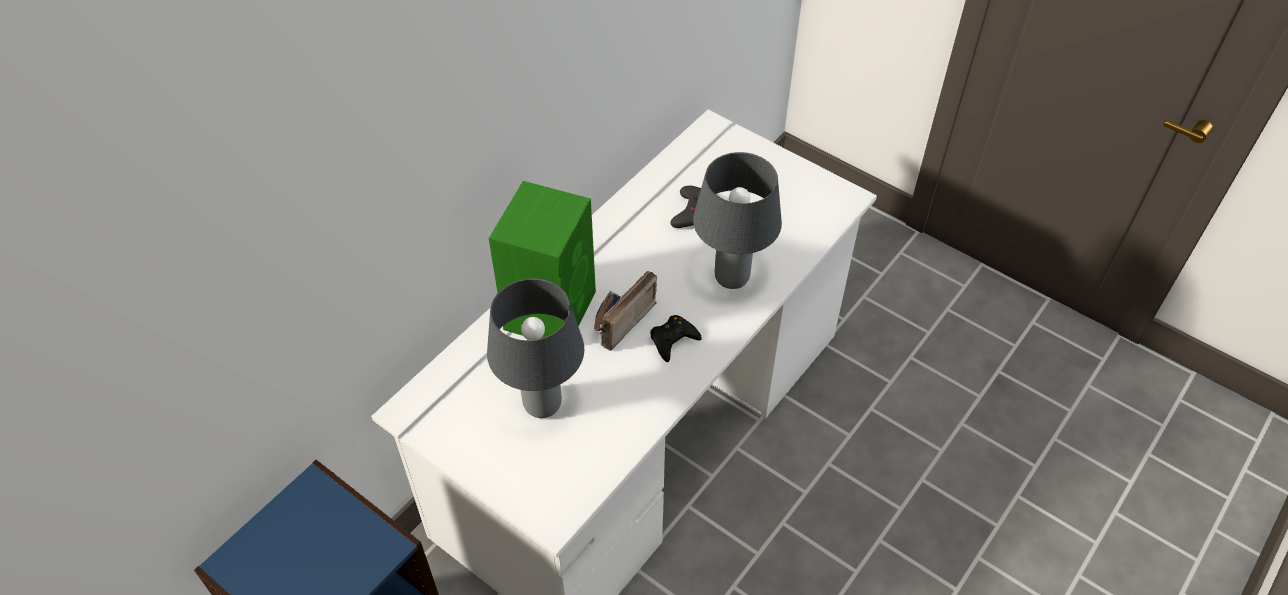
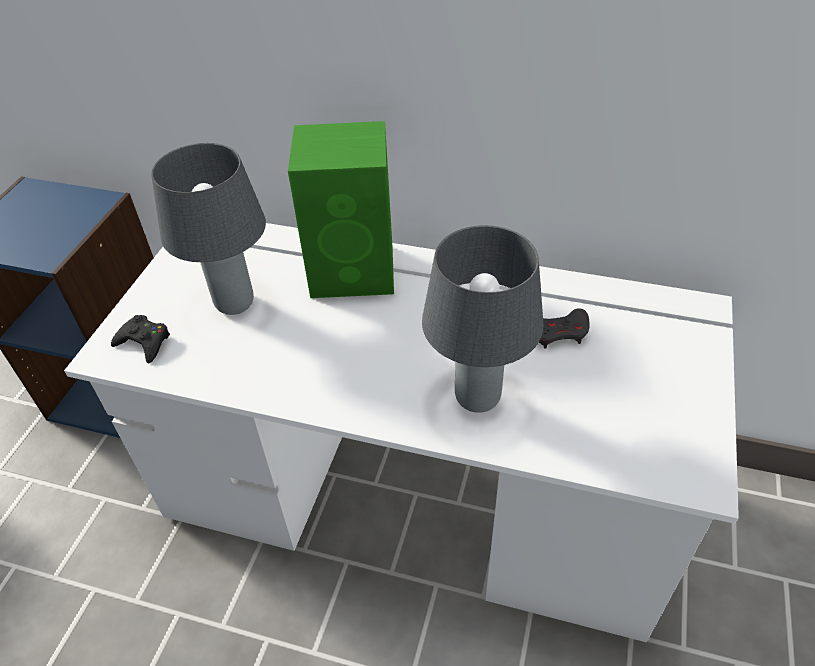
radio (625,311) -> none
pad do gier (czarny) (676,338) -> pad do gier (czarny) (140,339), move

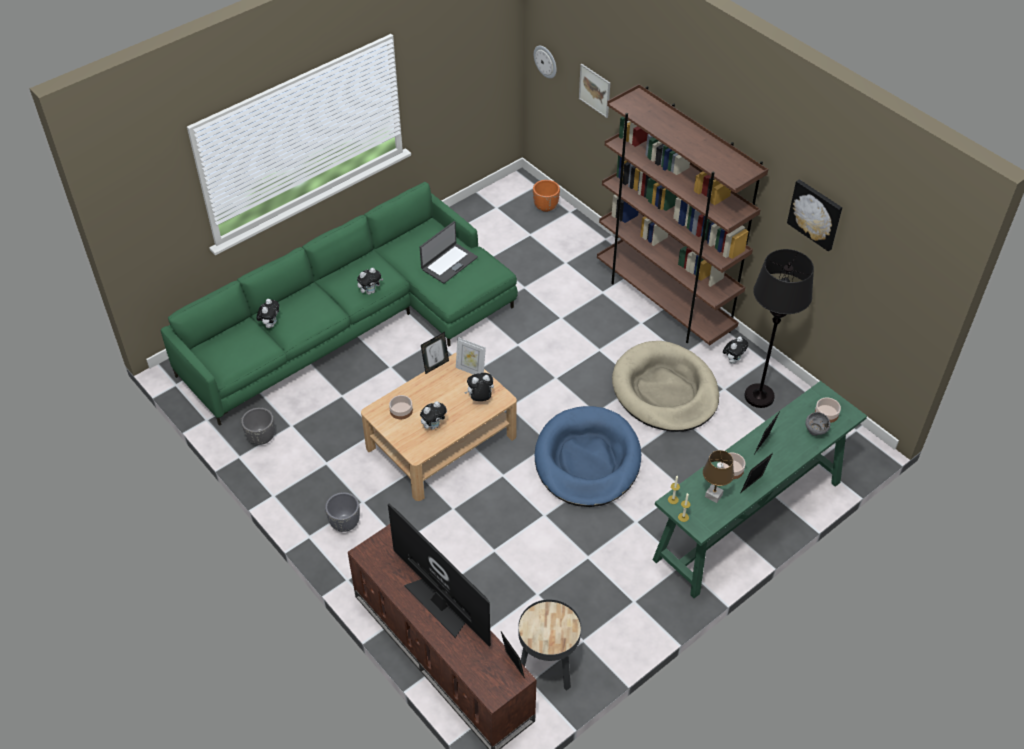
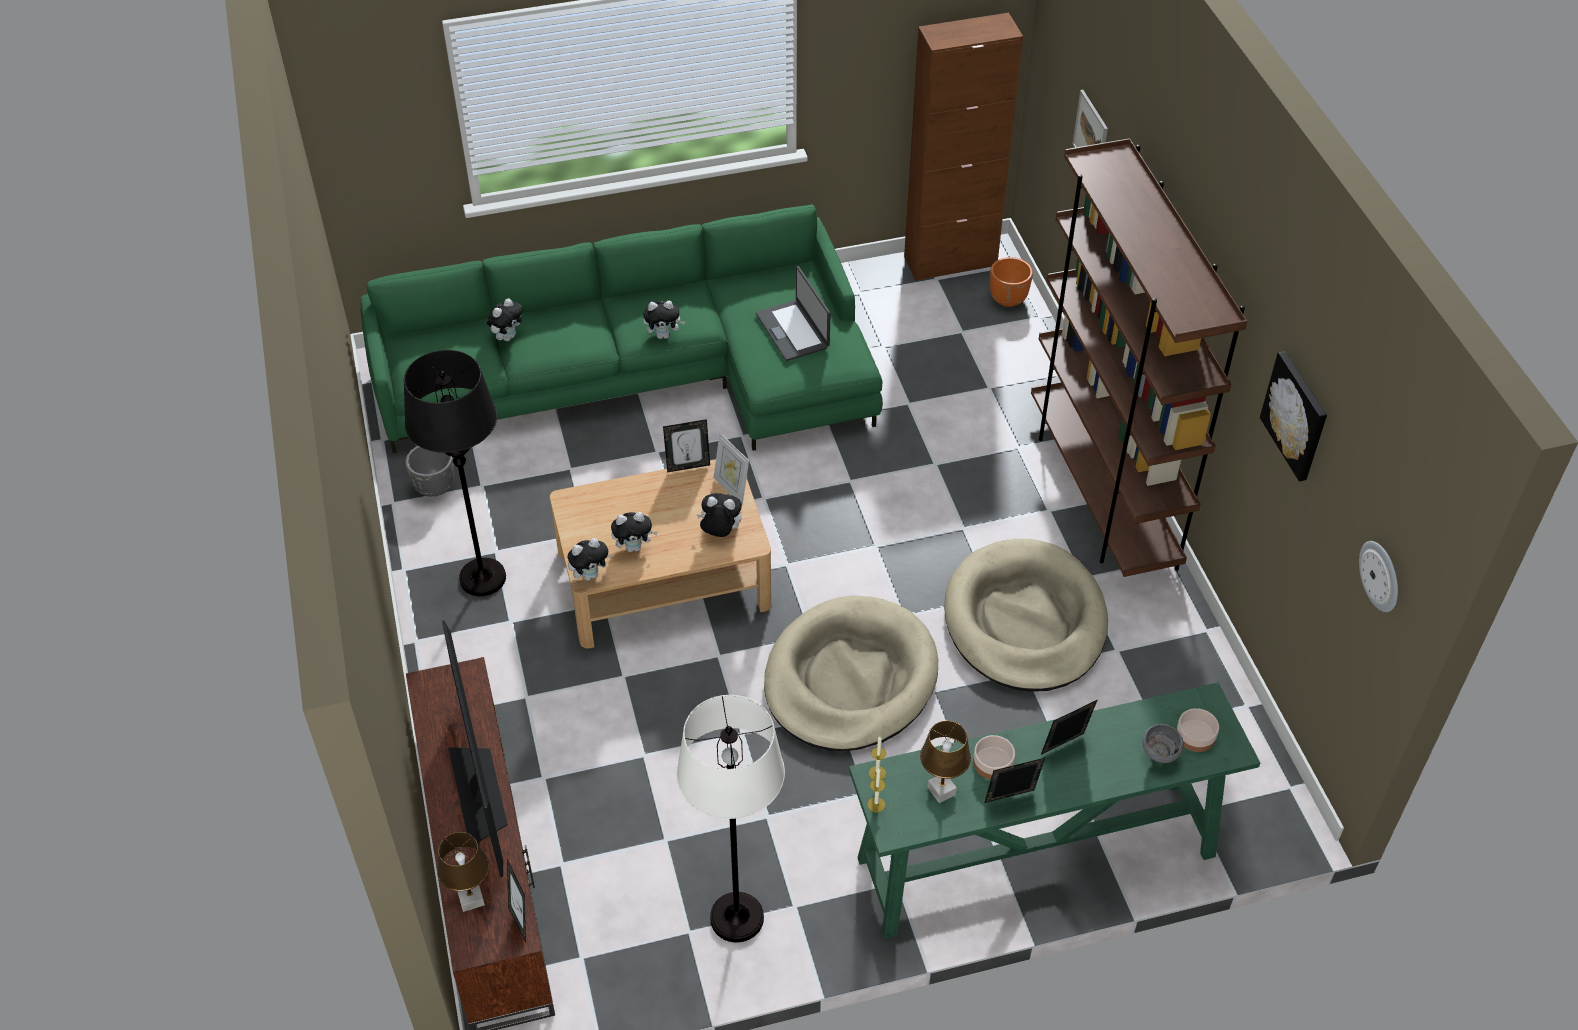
donica (szary) (342,512) -> none
miska (401,407) -> none
laptop (449,252) -> laptop (793,313), 90 degrees clockwise
stolik (czarny) (549,645) -> none
zegar ścienny (545,62) -> zegar ścienny (1378,576), move
legowisko (niebieski) (588,456) -> legowisko (beżowy) (851,673)
pluszak (735,350) -> pluszak (590,559), move
lampa stojąca (czarny) (779,328) -> lampa stojąca (czarny) (455,473), move
none -> lampa stołowa (brązowy) (463,872)
none -> lampa stojąca (biały) (730,818)
none -> szafka (brązowy) (963,147)

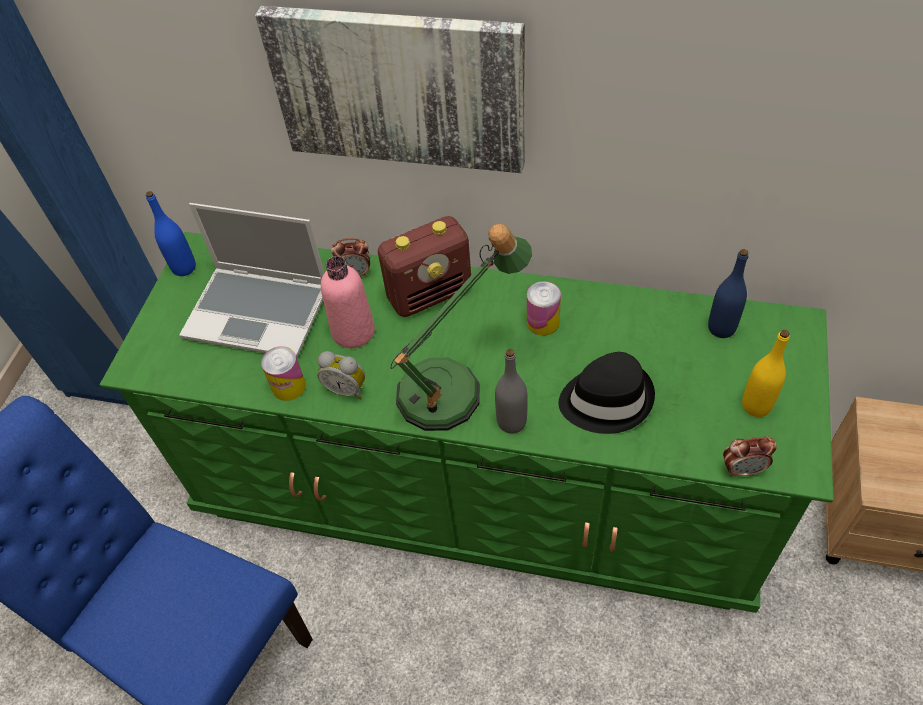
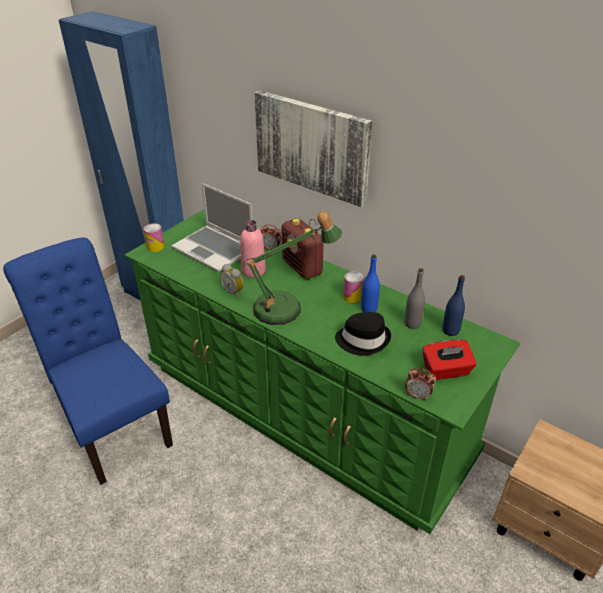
butelka (niebieski) (171,233) -> butelka (niebieski) (370,283), move
puszka (283,373) -> puszka (154,237), move
radio (424,266) -> radio (303,248), 60 degrees clockwise
butelka (szary) (511,391) -> butelka (szary) (415,298), move
butelka (żółty) (766,373) -> pudełko chusteczek (czerwony) (449,360)

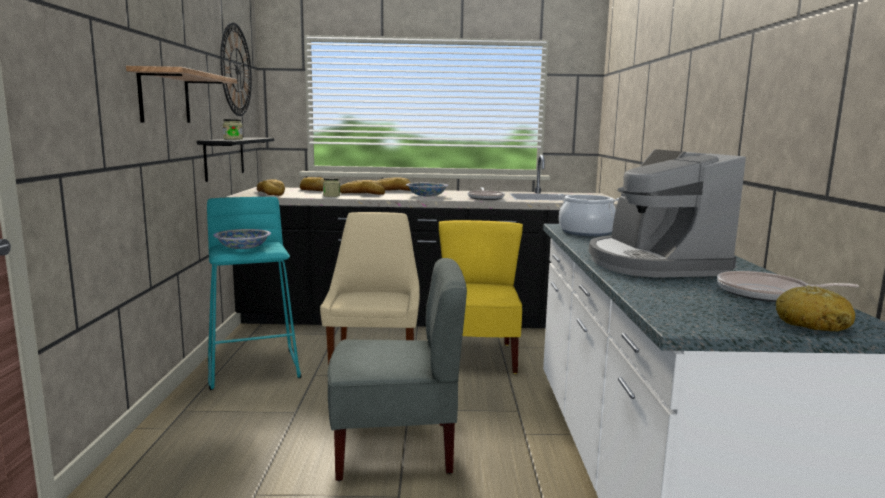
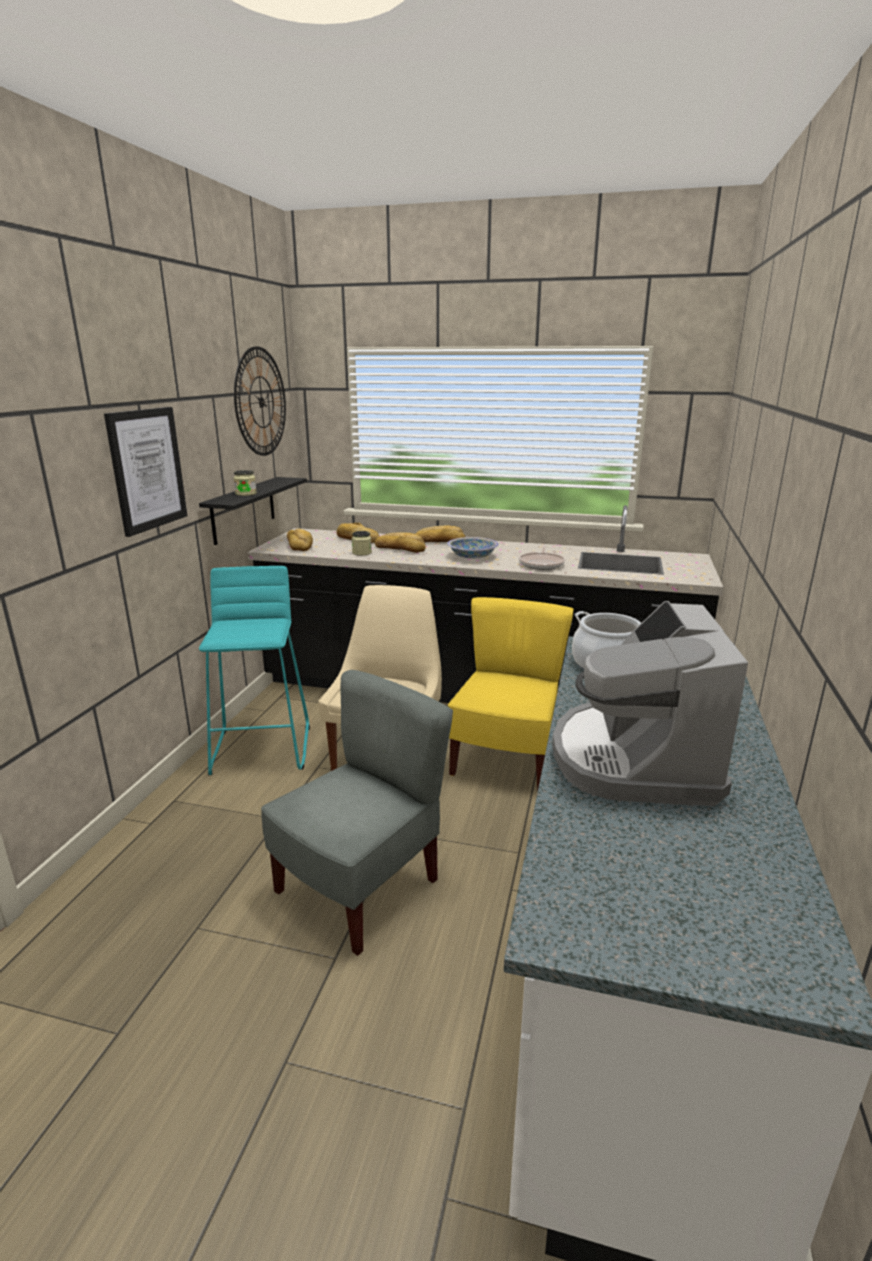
półka (181,94) -> obraz (145,472)
miska (242,239) -> none
krzesło (szary) (397,369) -> krzesło (szary) (357,813), 60 degrees counterclockwise
patelnia (788,286) -> none
chleb (815,308) -> none

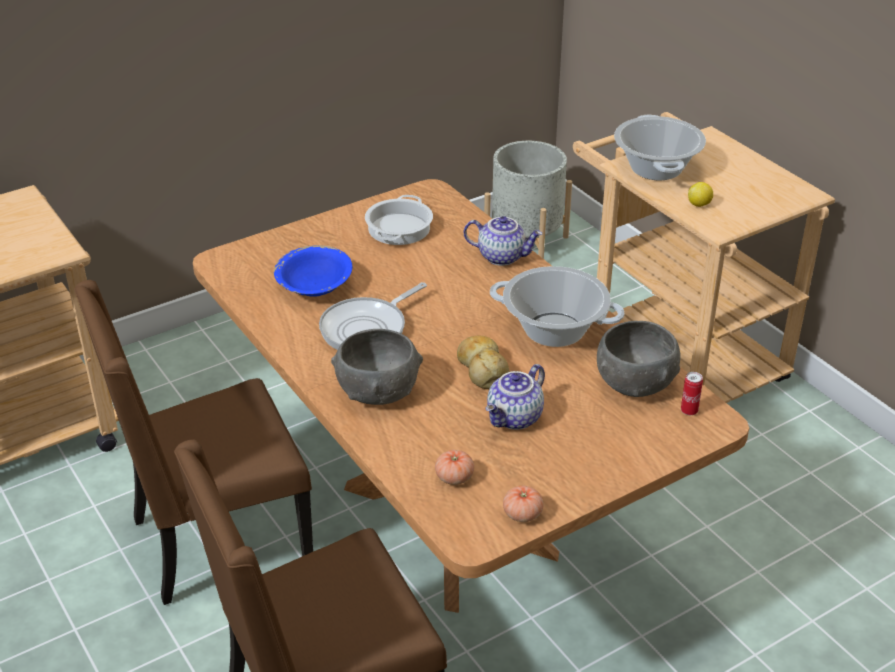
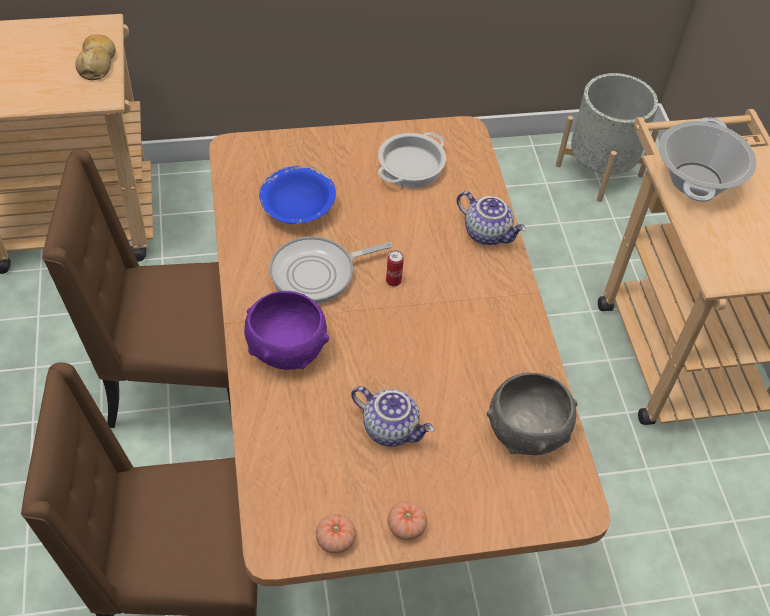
miska (szary) (377,367) -> miska (fioletowy) (286,330)
pomidor (454,467) -> pomidor (407,520), move
chleb (483,362) -> chleb (95,57), move
imbryk (515,397) -> imbryk (392,416), 120 degrees counterclockwise
garnek (557,306) -> none
puszka (692,393) -> puszka (395,268), move
cytryna (700,194) -> none

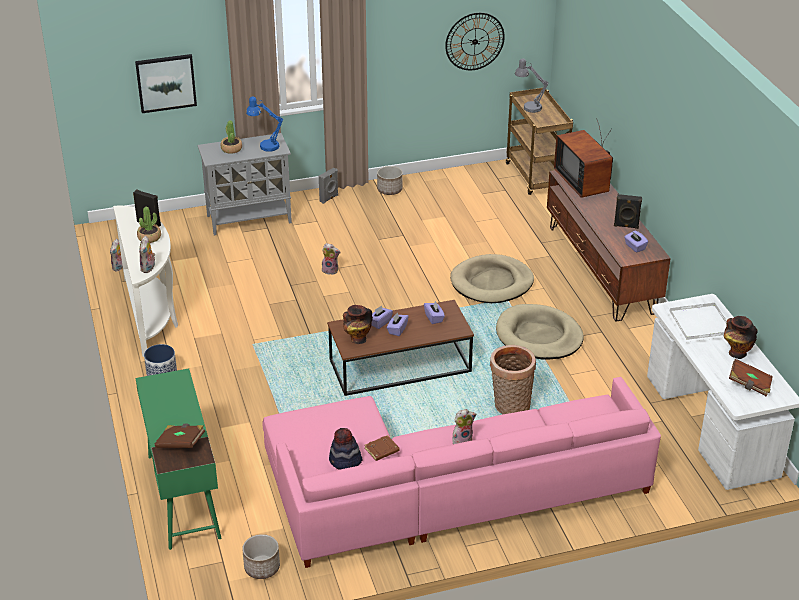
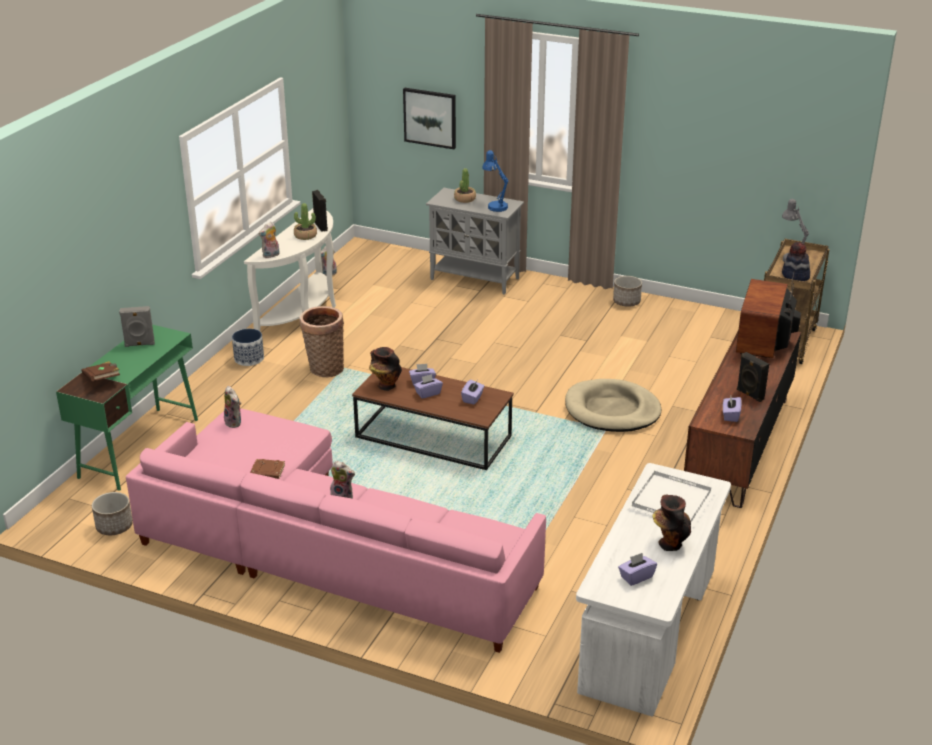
głośnik (szary) (328,186) -> głośnik (szary) (137,326), move
pluszak (331,259) -> pluszak (232,407), move
kapelusz (345,449) -> kapelusz (796,261), move
zegar ścienny (475,41) -> none
koszyk (513,379) -> koszyk (321,341), move
legowisko (beżowy) (540,332) -> none
książka (brązowy) (751,378) -> pudełko chusteczek (fioletowy) (637,569)

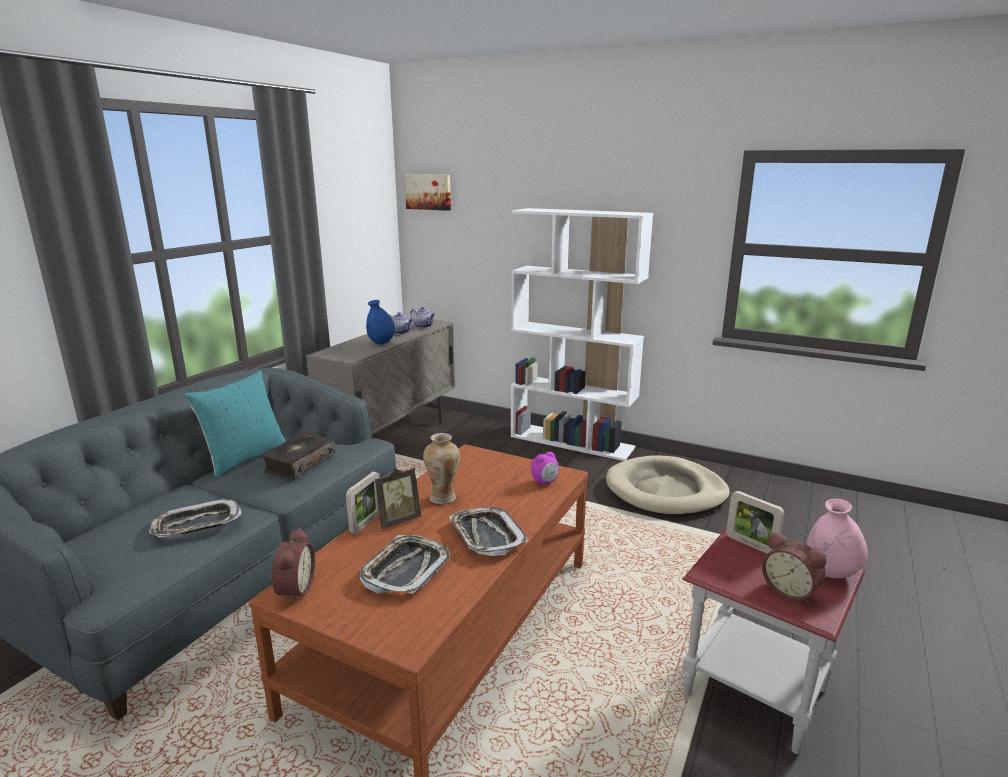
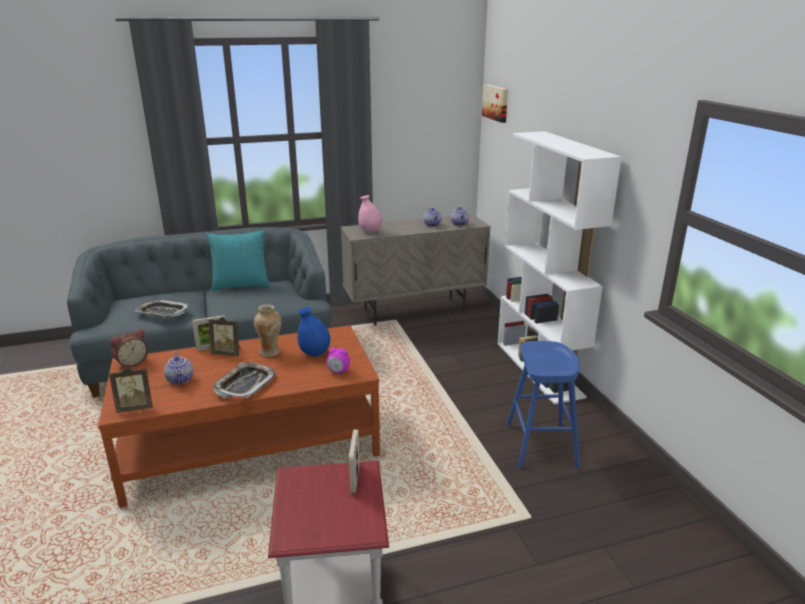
książka (298,455) -> none
taca (405,564) -> imbryk (178,369)
wazon (niebieski) (380,322) -> wazon (niebieski) (314,331), move
legowisko (beżowy) (668,486) -> stołek (niebieski) (543,404)
budzik (794,568) -> none
wazon (różowy) (837,539) -> wazon (różowy) (370,214), move
none -> ramka na zdjęcie (131,390)

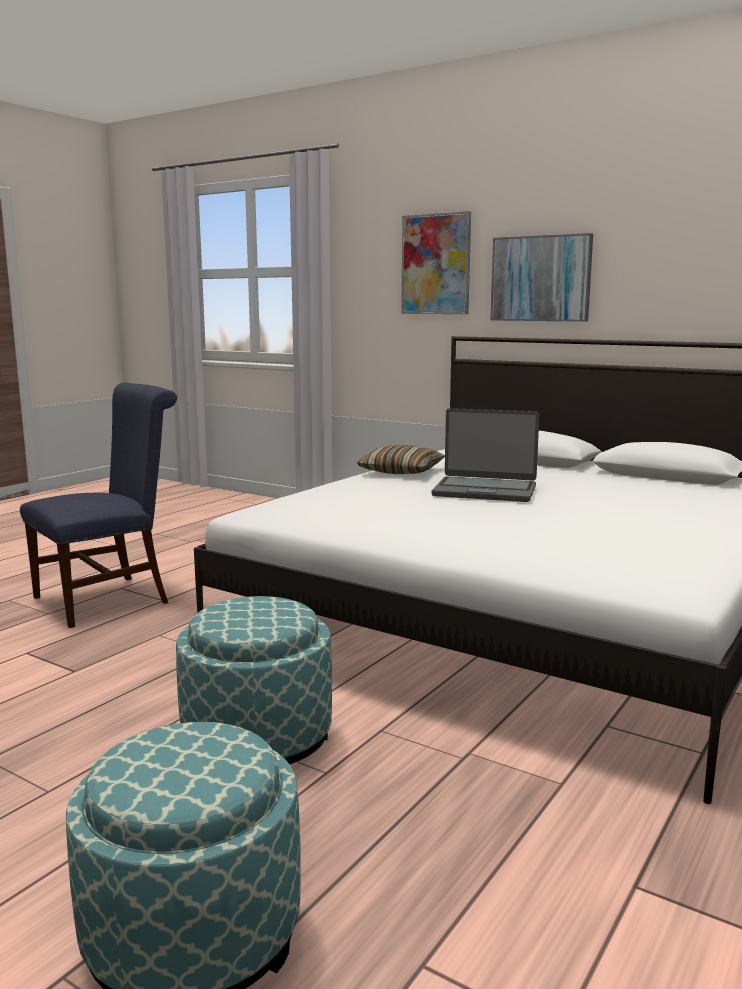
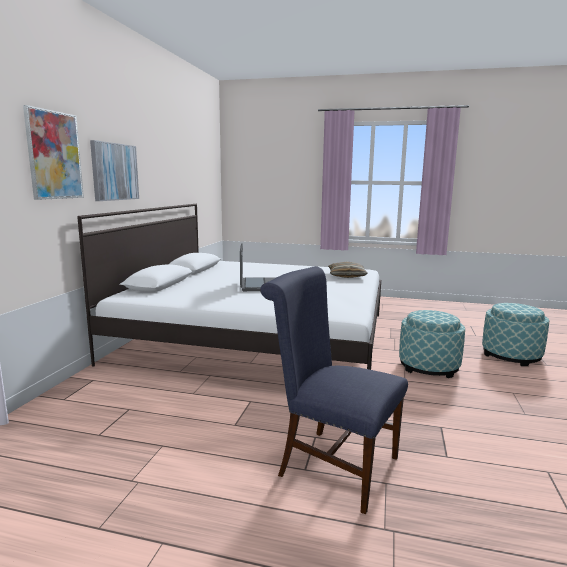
poduszka (401,459) -> poduszka (348,270), move

